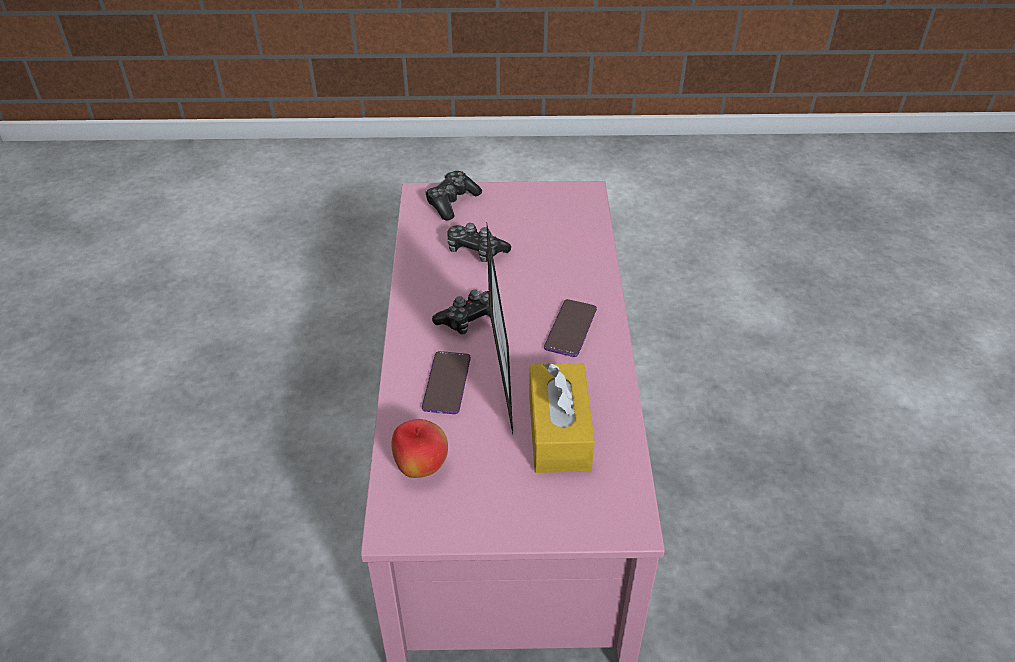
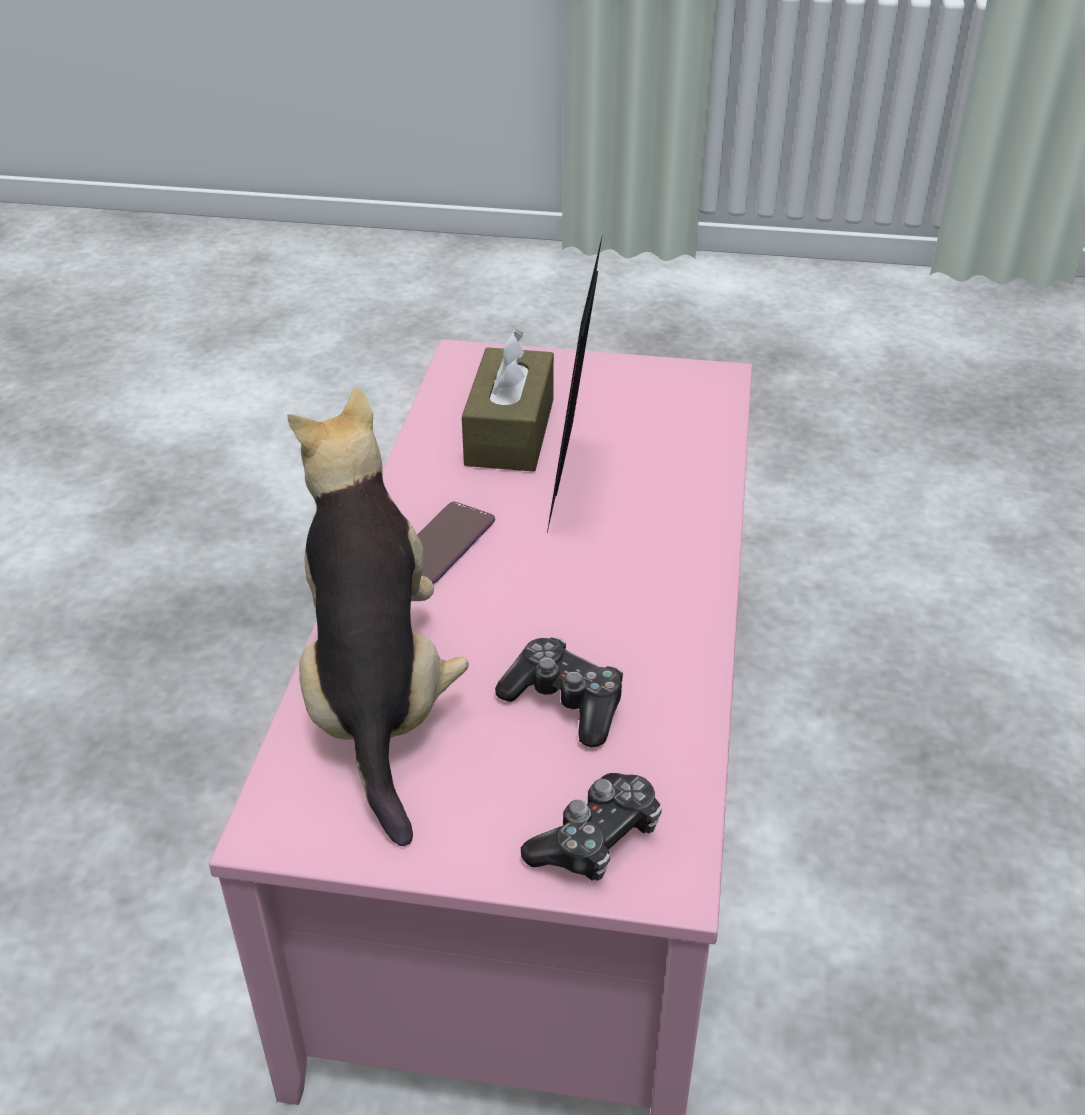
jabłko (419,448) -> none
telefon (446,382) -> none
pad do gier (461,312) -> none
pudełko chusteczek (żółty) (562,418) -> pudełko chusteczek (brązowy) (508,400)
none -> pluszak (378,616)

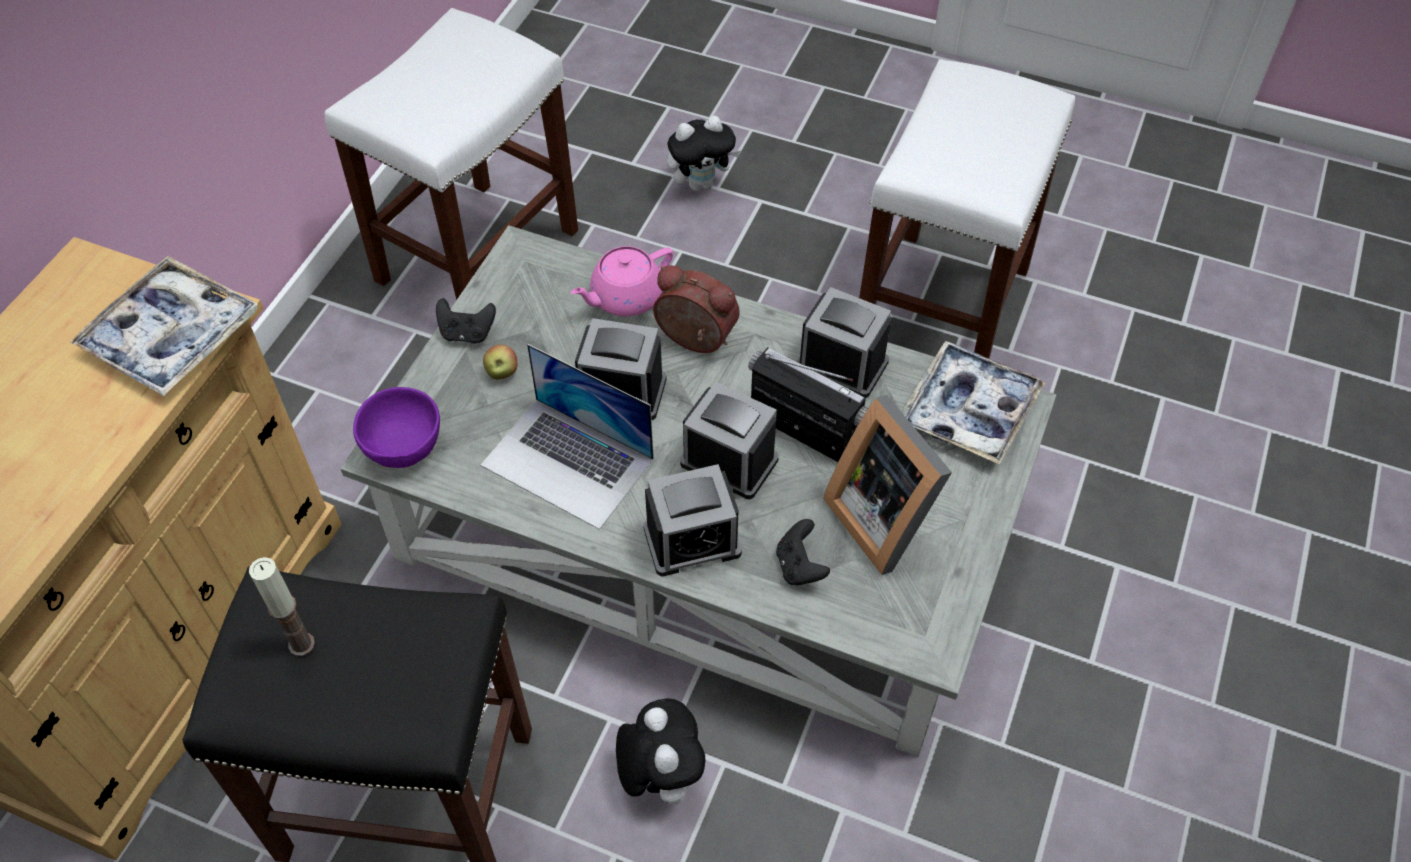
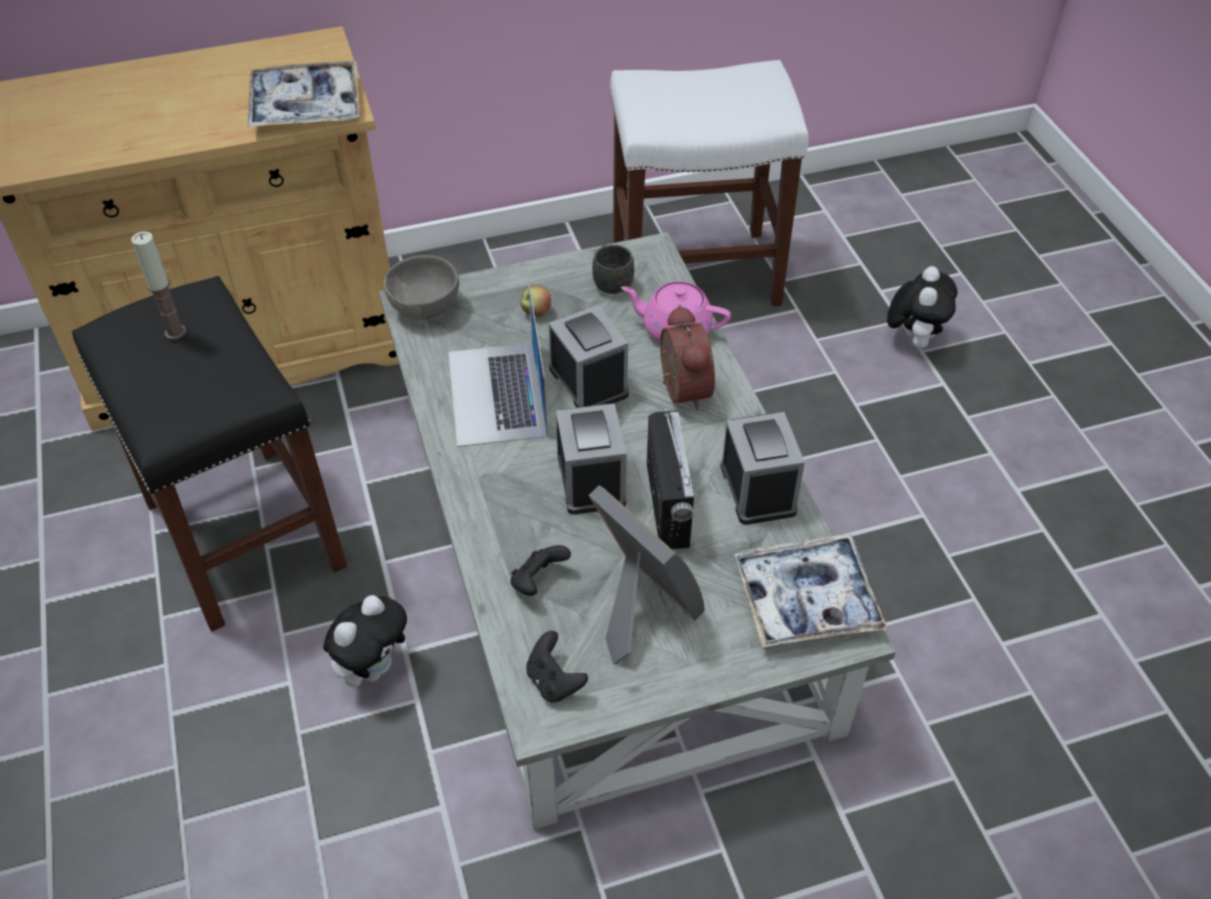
miska (fioletowy) (396,427) -> miska (szary) (421,287)
pad do gier (czarny) (466,321) -> pad do gier (czarny) (557,666), move
budzik (692,520) -> none
pluszak (704,153) -> pluszak (922,307), 105 degrees counterclockwise
ramka na zdjęcie (888,485) -> ramka na zdjęcie (646,575), 120 degrees clockwise
stołek (biały) (967,209) -> none
none -> kubek (szary) (613,269)

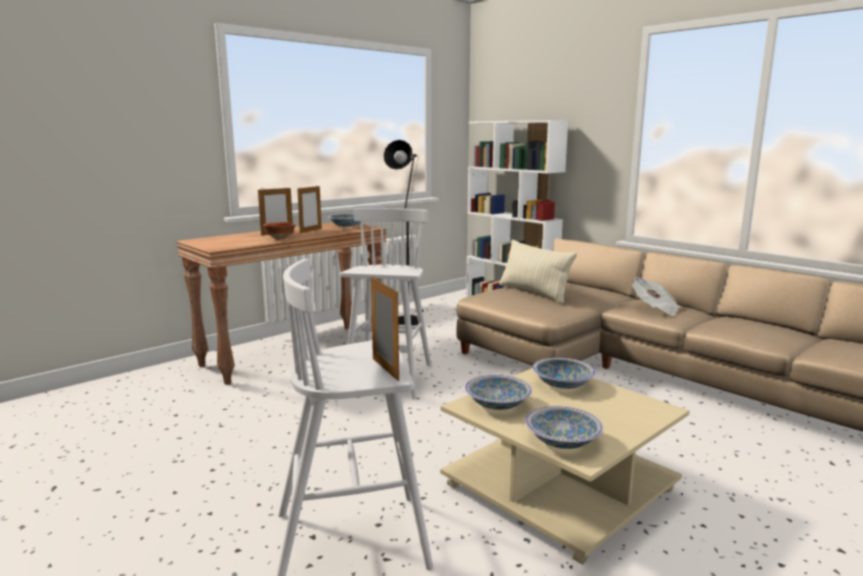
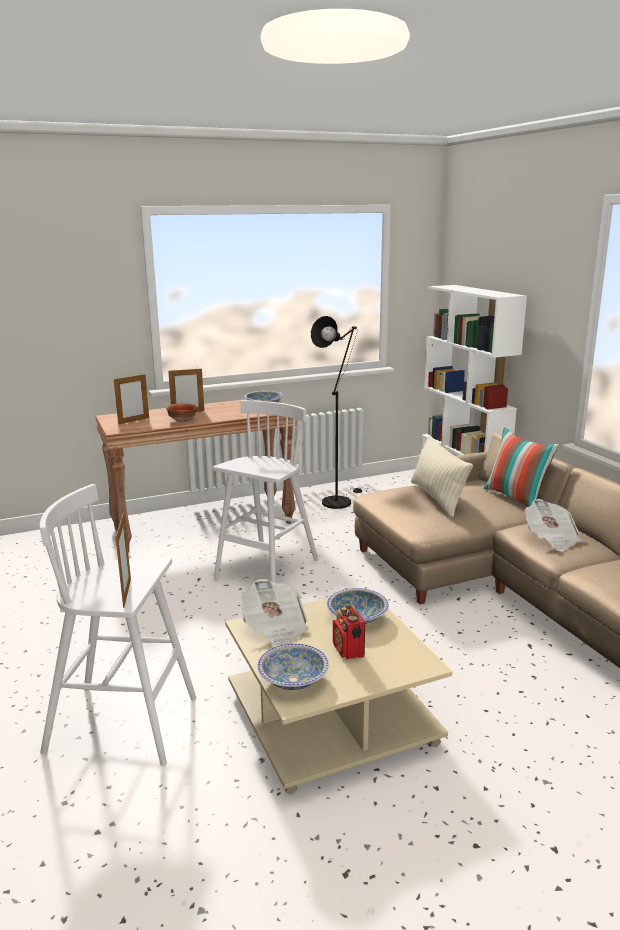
ramka na zdjęcie (309,209) -> ramka na zdjęcie (131,399), move
miska (498,392) -> gazeta (275,613)
none -> radio (349,632)
none -> poduszka (521,467)

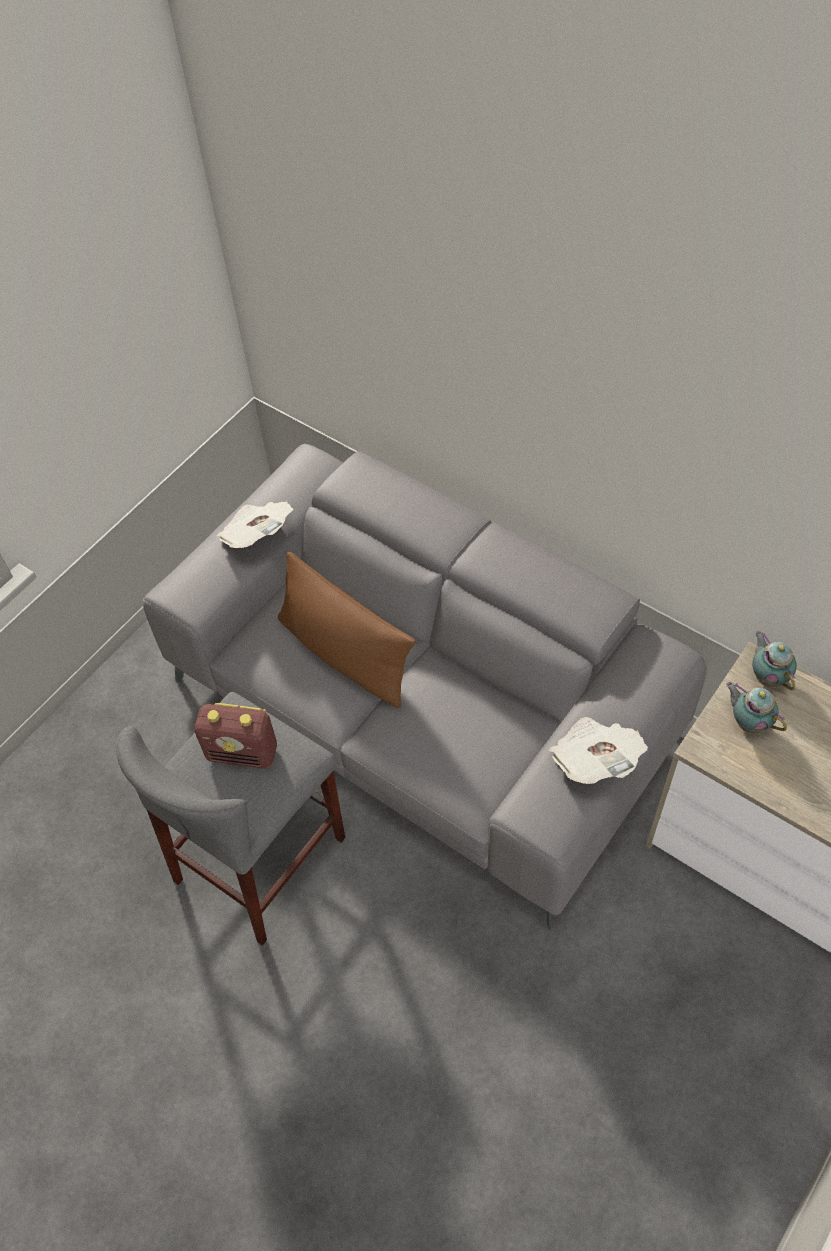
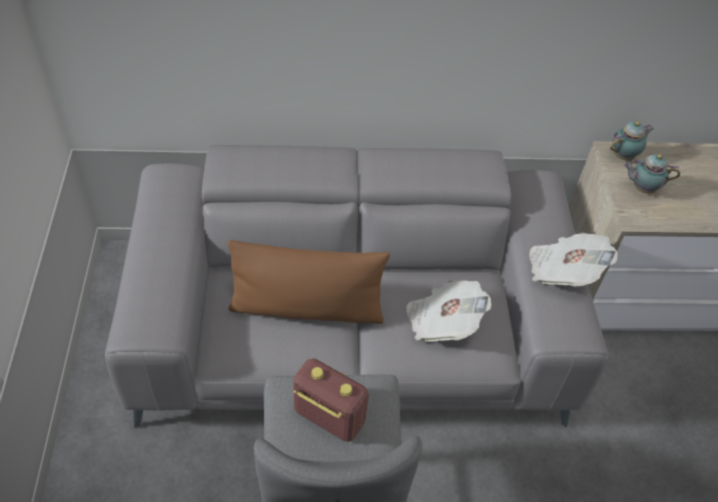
radio (235,736) -> radio (331,400), 120 degrees counterclockwise
gazeta (254,524) -> gazeta (448,311), move
imbryk (774,660) -> imbryk (632,140), 120 degrees clockwise

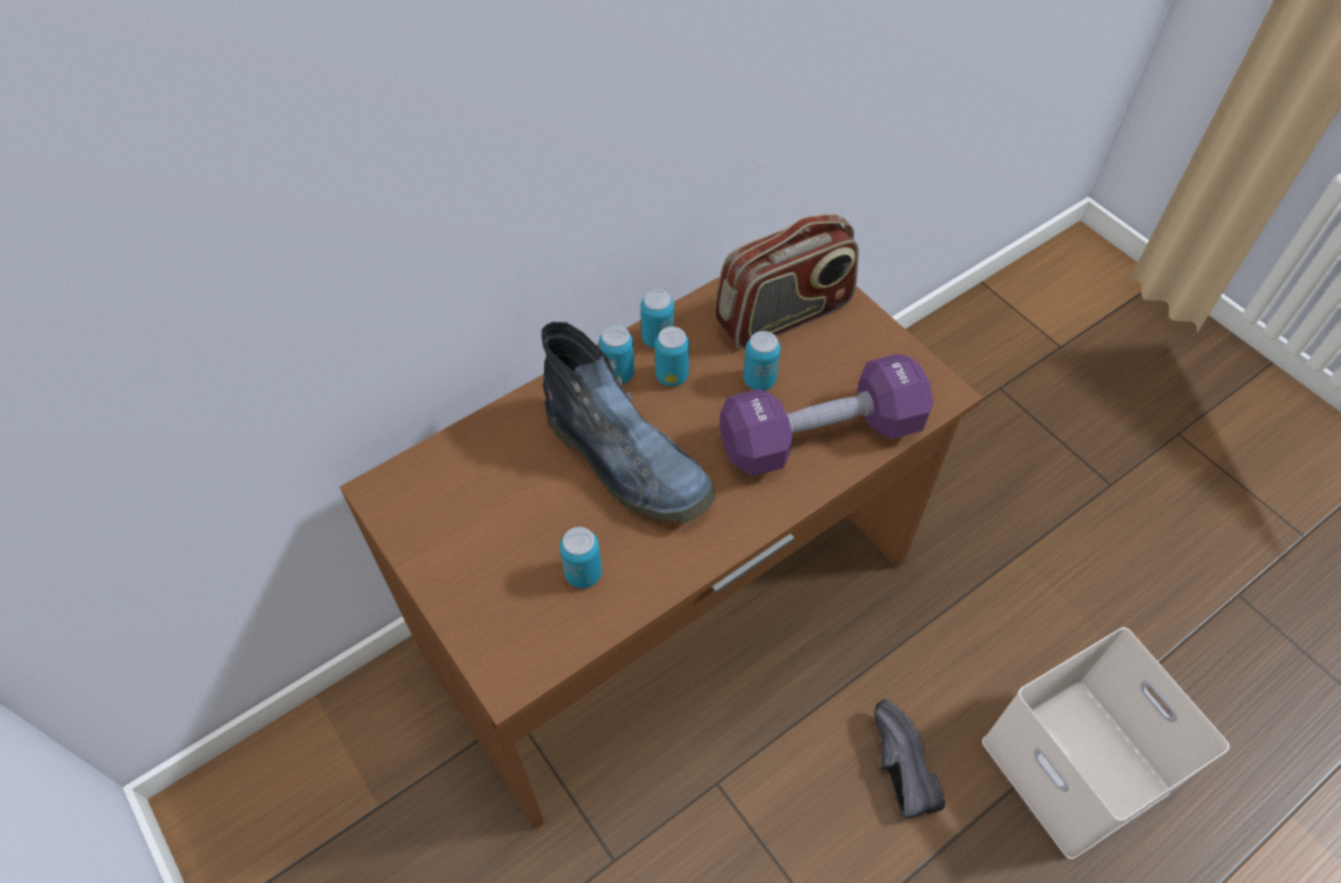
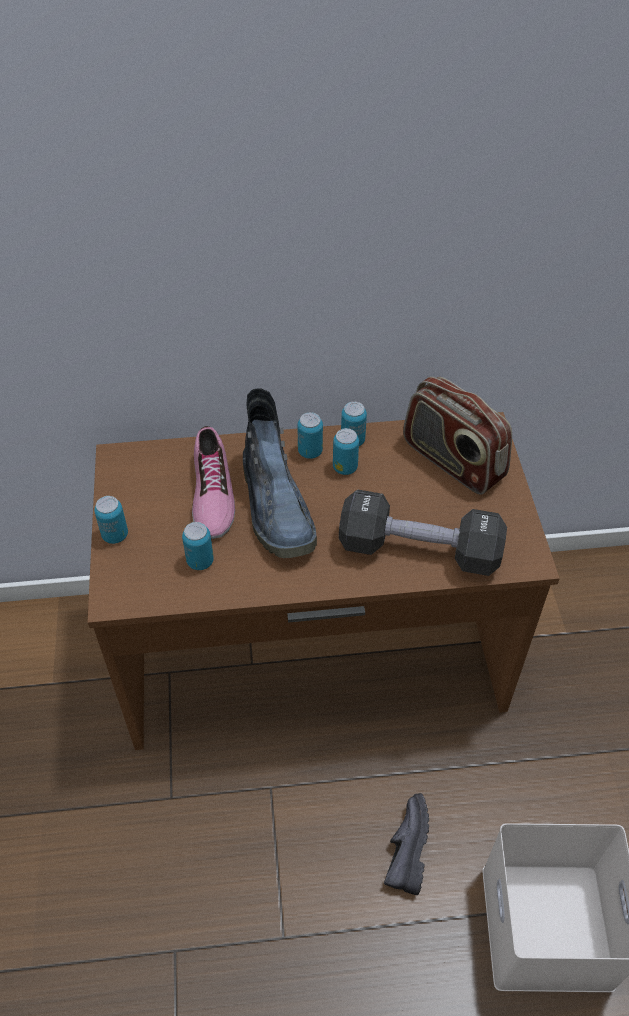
radio (786,281) -> radio (457,436), 45 degrees clockwise
hantel (fioletowy) (826,415) -> hantel (czarny) (423,533)
puszka (761,361) -> puszka (111,520), move
none -> but (213,482)

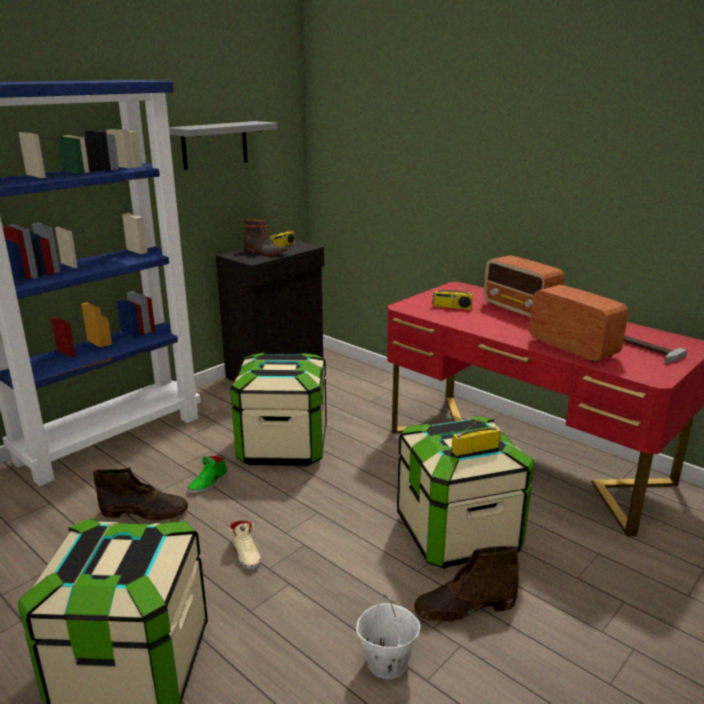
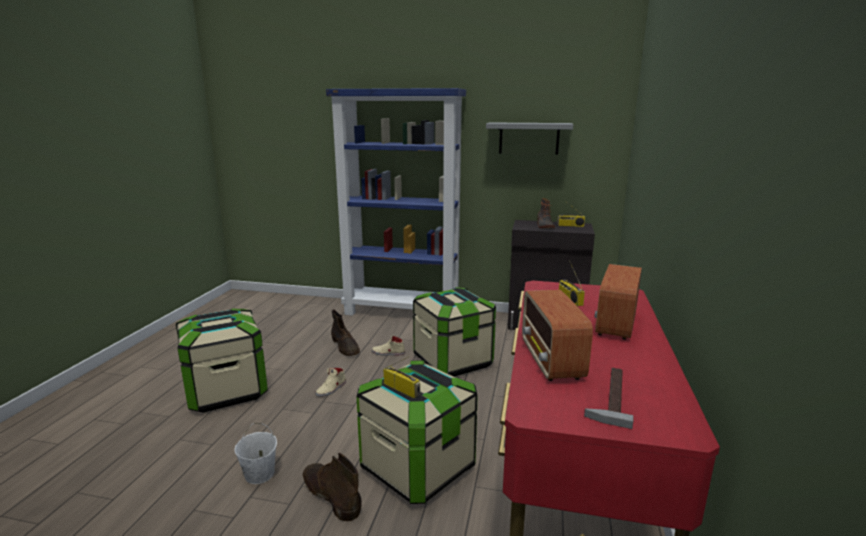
but (zielony) (207,475) -> but (beżowy) (388,345)
radio (579,324) -> radio (557,335), 150 degrees clockwise

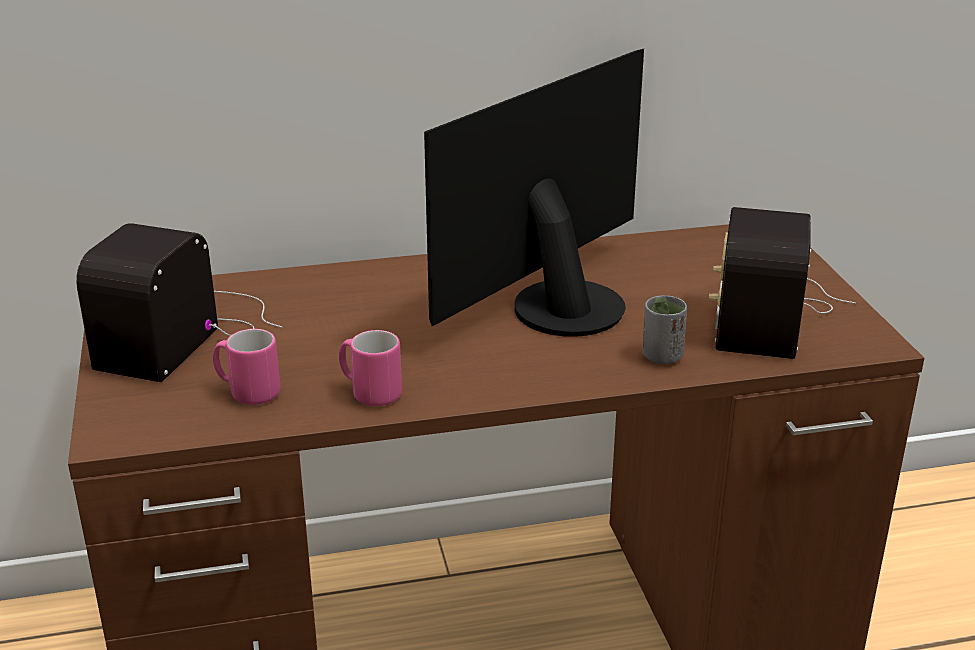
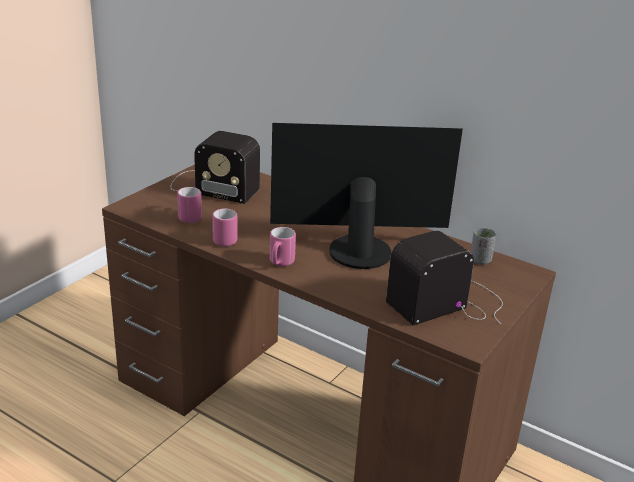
radio (179,302) -> radio (215,167), 135 degrees counterclockwise
filiżanka (szary) (665,329) -> filiżanka (szary) (483,246), move
none -> kubek (różowy) (283,246)

